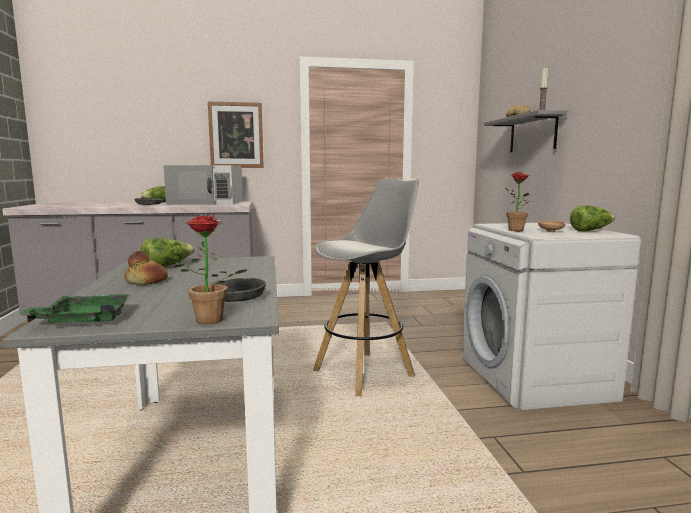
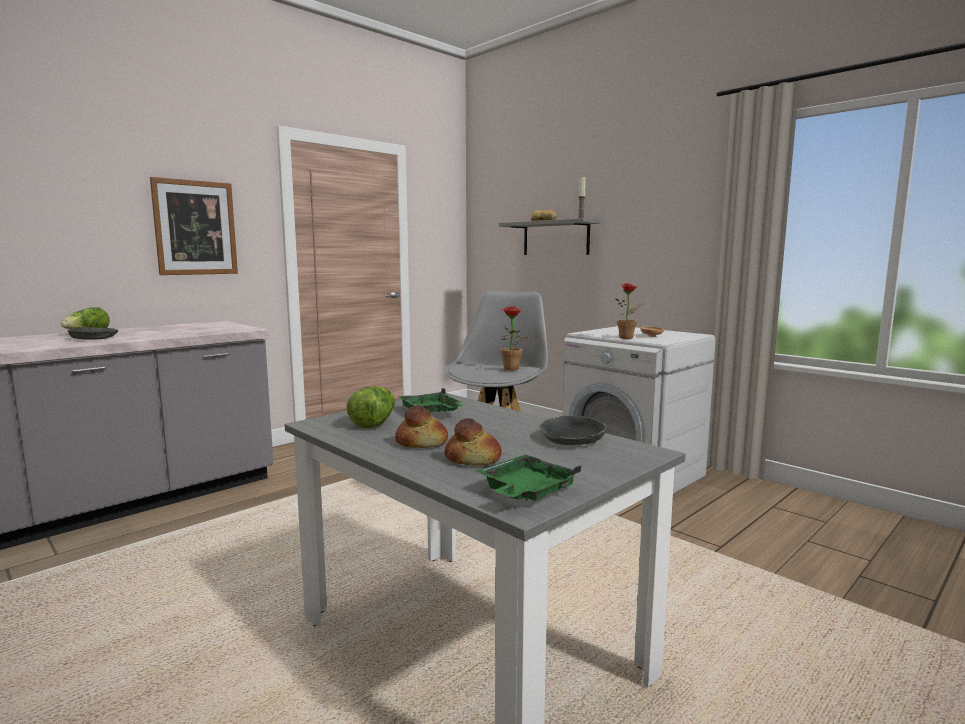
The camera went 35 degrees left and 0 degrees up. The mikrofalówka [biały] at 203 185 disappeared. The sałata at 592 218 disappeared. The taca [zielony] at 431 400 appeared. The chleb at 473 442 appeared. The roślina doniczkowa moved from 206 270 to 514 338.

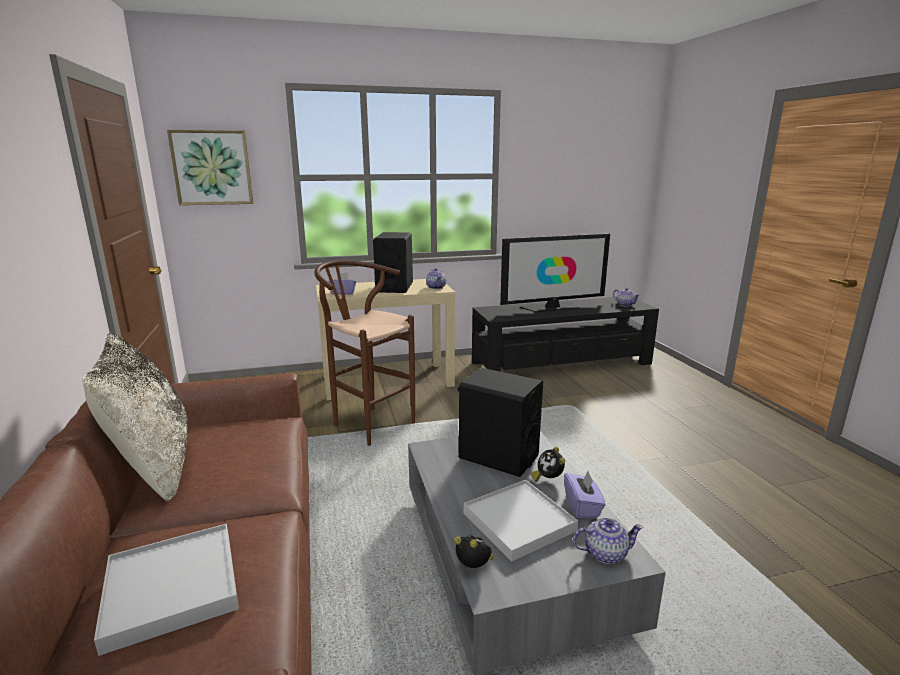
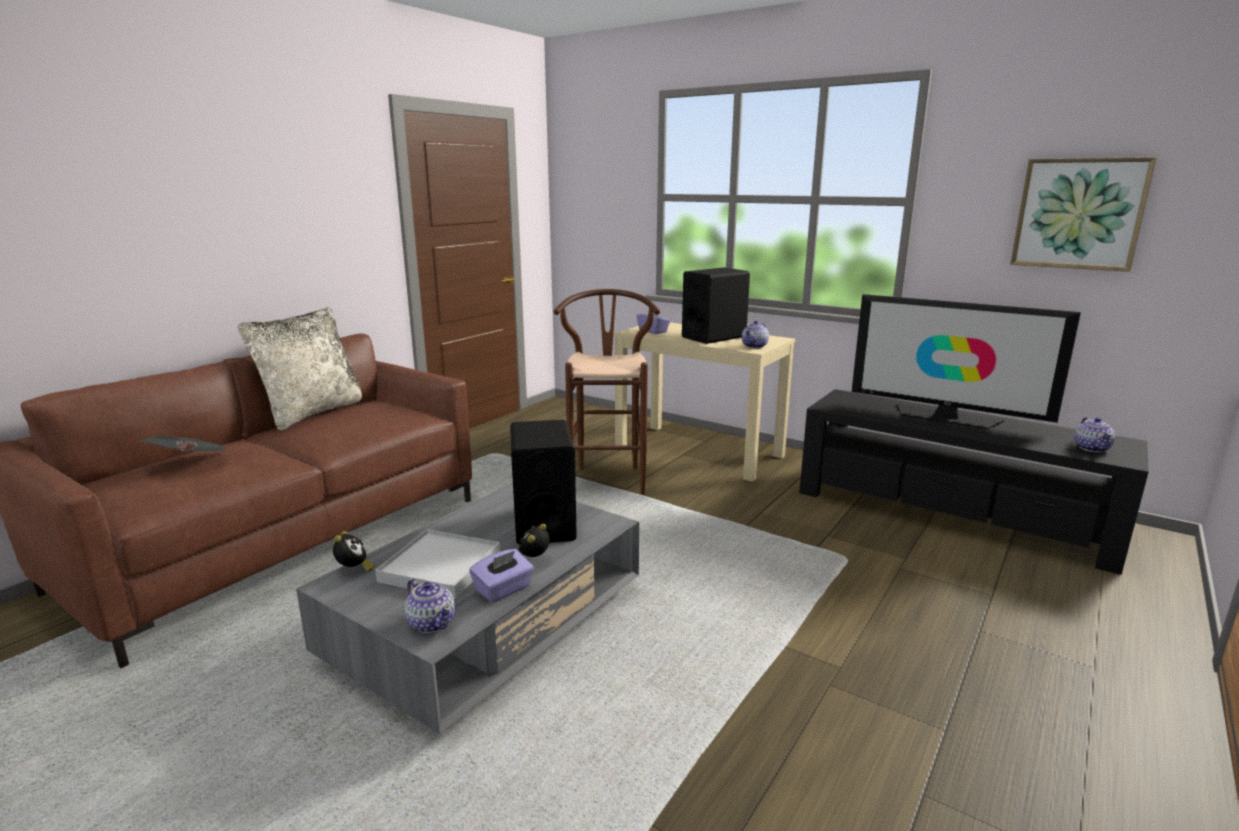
The camera went 50 degrees right and 0 degrees up. The obraz moved from 210 167 to 1083 214. The taca [biały] at 166 590 was replaced by the gazeta at 183 444.

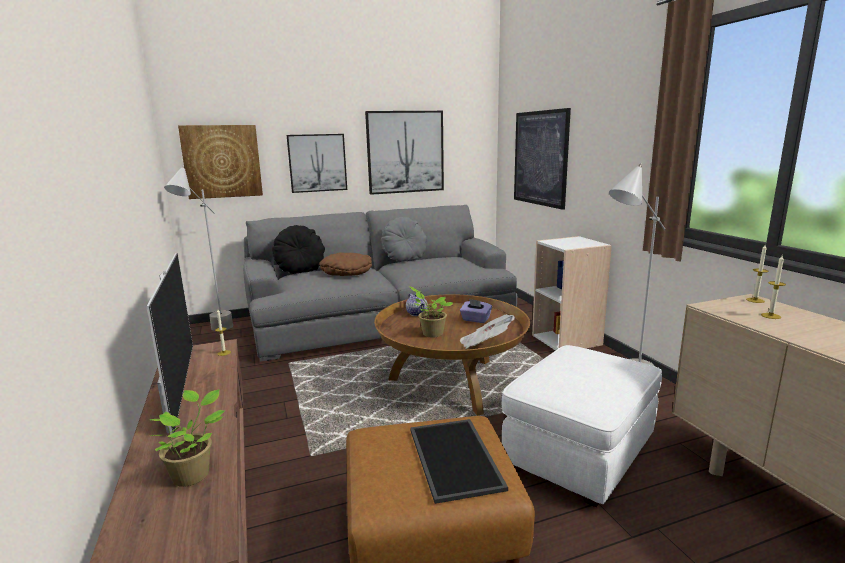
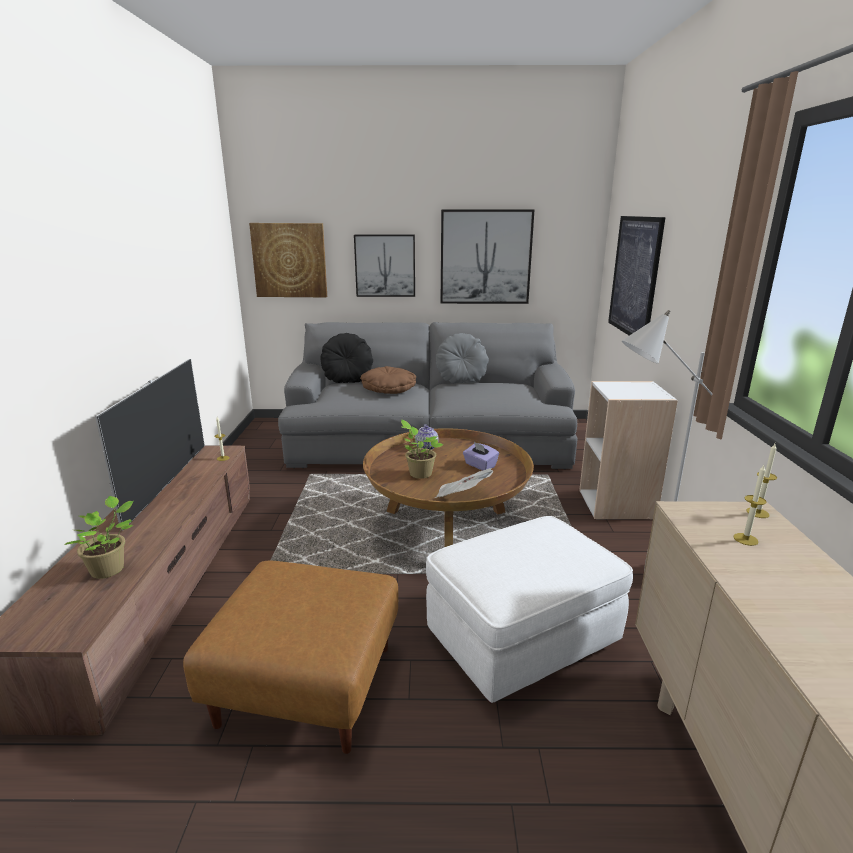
The camera went 20 degrees right and 5 degrees up. The lampa stojąca [szary] at 198 248 disappeared. The taca at 459 461 disappeared.

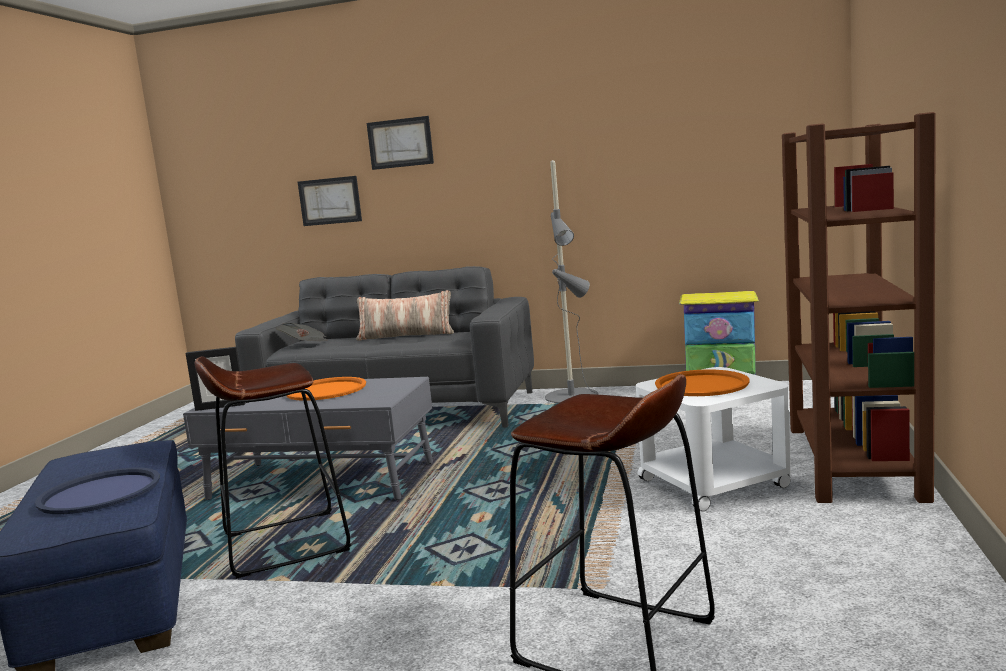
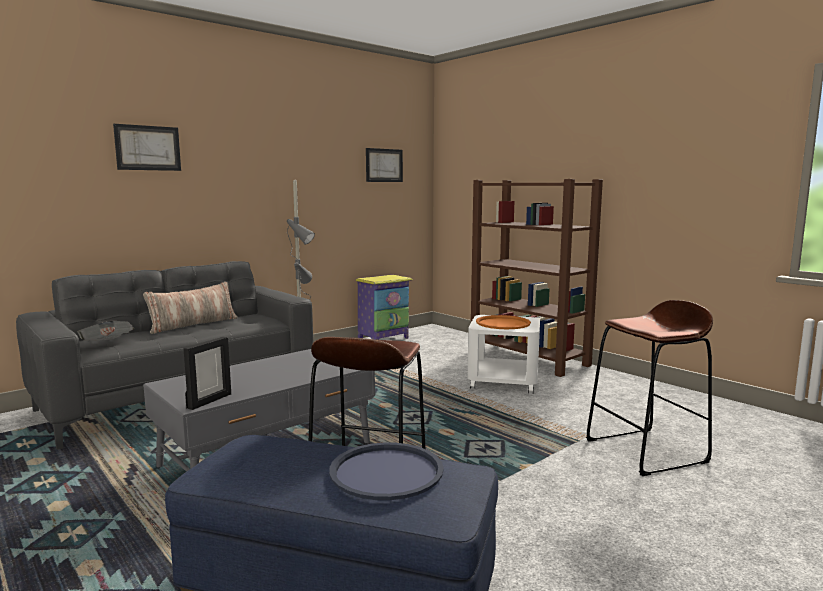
The camera went 55 degrees left and 0 degrees up. The taca [pomarańczowy] at 326 389 disappeared. The obraz moved from 330 201 to 384 165.

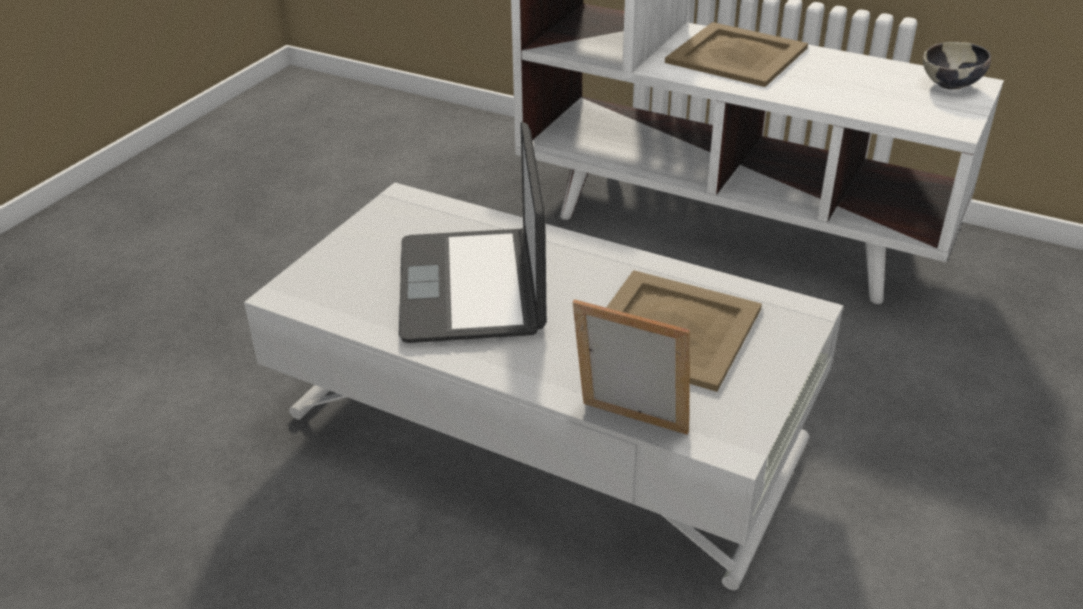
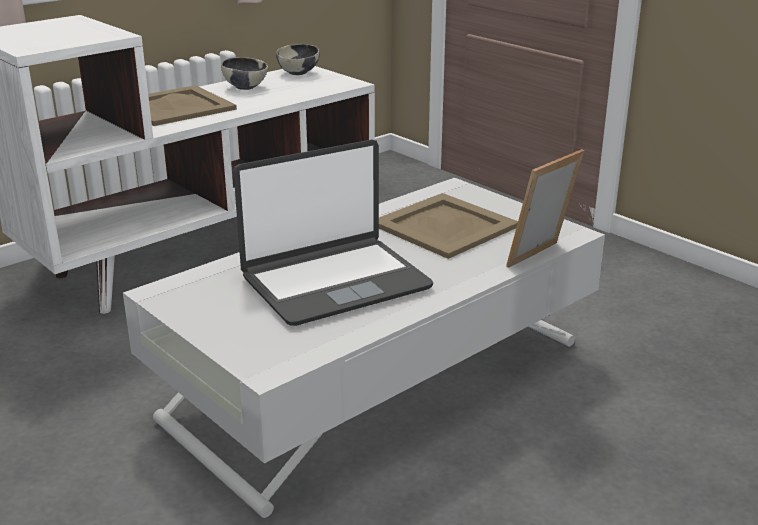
The camera went 70 degrees left and 10 degrees down. The miska at 244 73 appeared. The laptop at 473 232 turned 45 degrees counterclockwise.

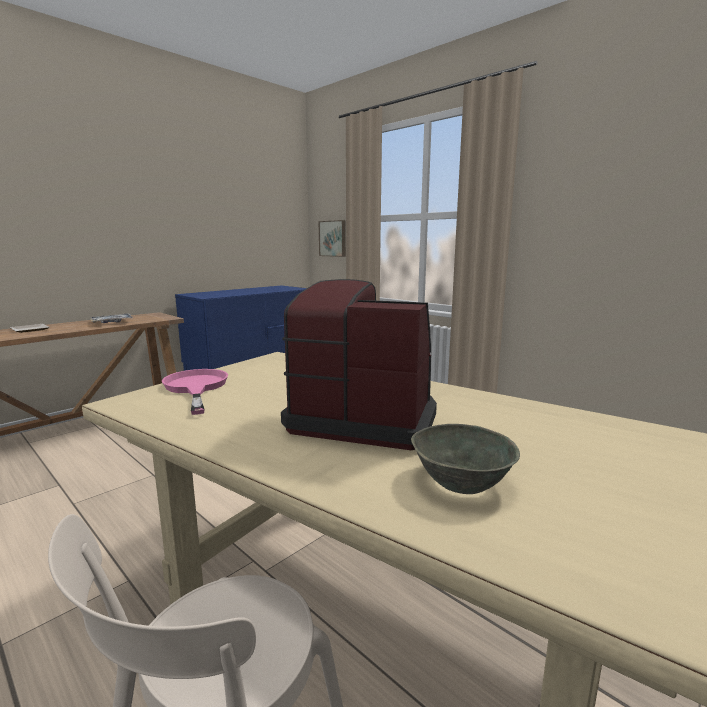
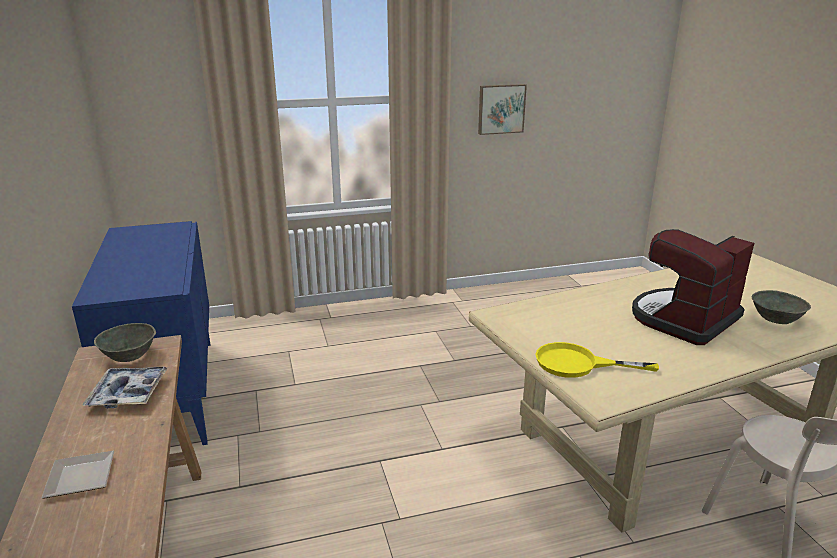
The camera went 60 degrees left and 10 degrees up. The miska [szary] at 125 342 appeared. The obraz moved from 332 238 to 502 109. The patelnia [różowy] at 195 392 became the patelnia [żółty] at 597 360.

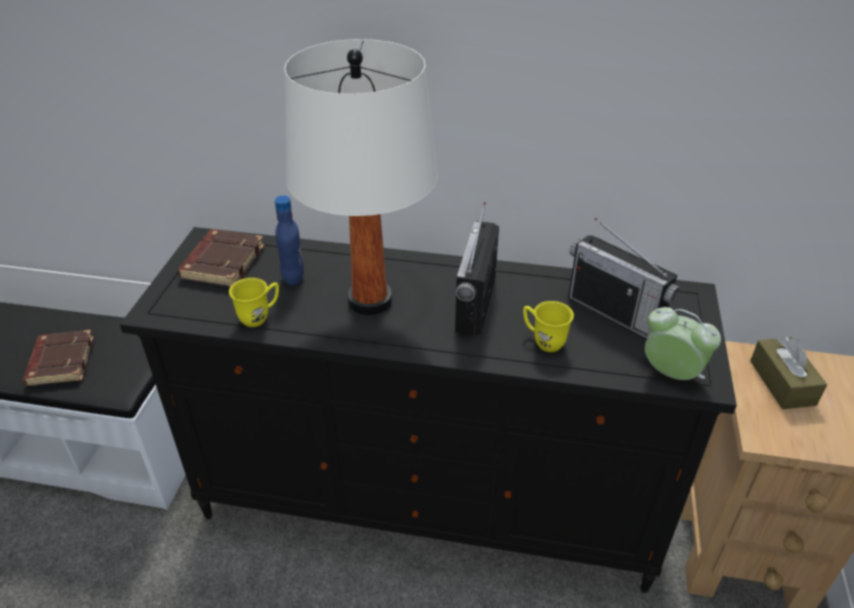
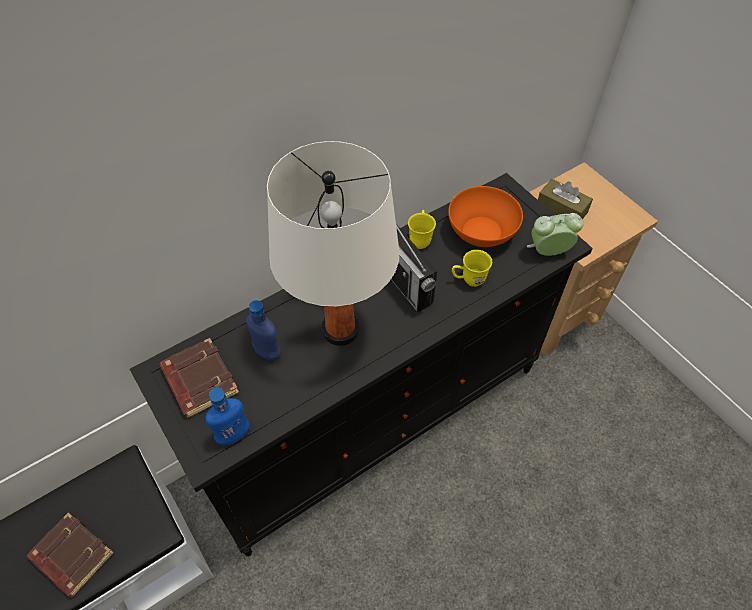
The camera went 45 degrees left and 15 degrees up. The butelka [niebieski] at 228 416 appeared. The kubek [żółty] moved from 254 302 to 422 229. The radio at 624 278 was replaced by the miska [pomarańczowy] at 485 216.

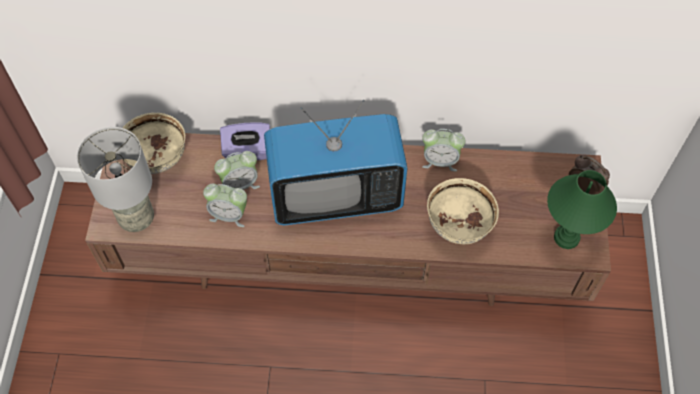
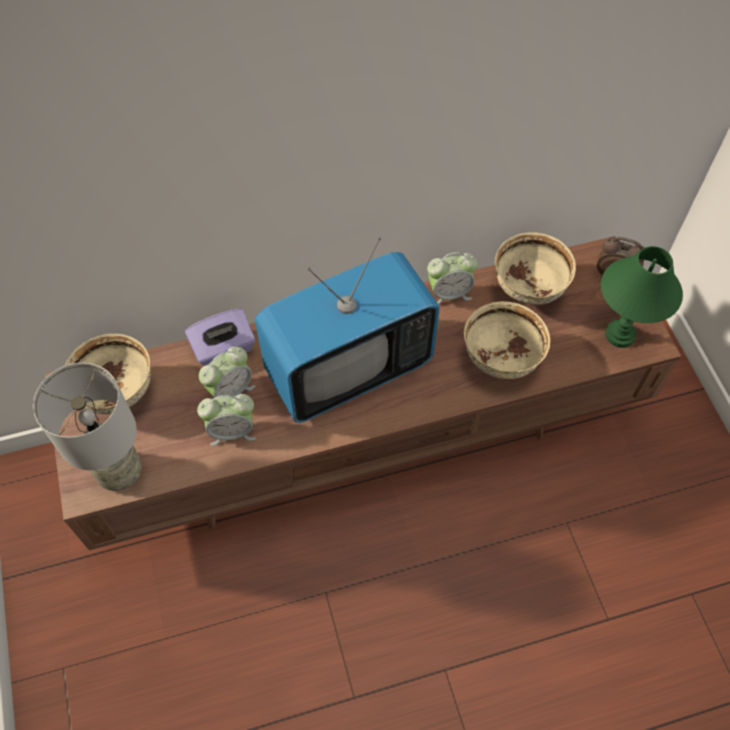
The camera went 20 degrees left and 0 degrees up. The miska [beżowy] at 535 268 appeared.

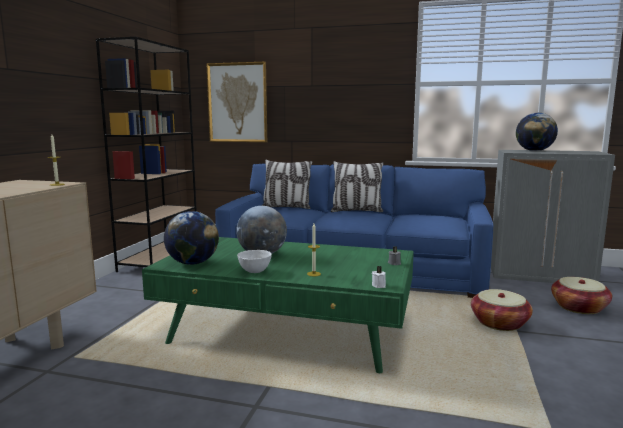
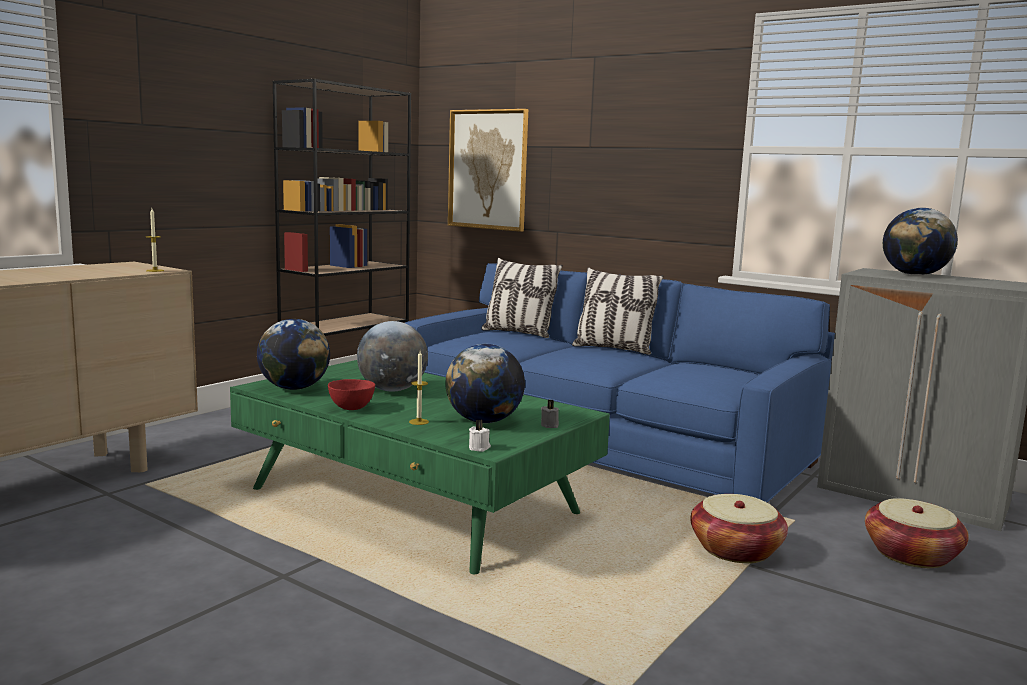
The camera went 20 degrees right and 0 degrees up. The globus at 485 383 appeared. The miska [biały] at 254 261 became the miska [czerwony] at 351 394.

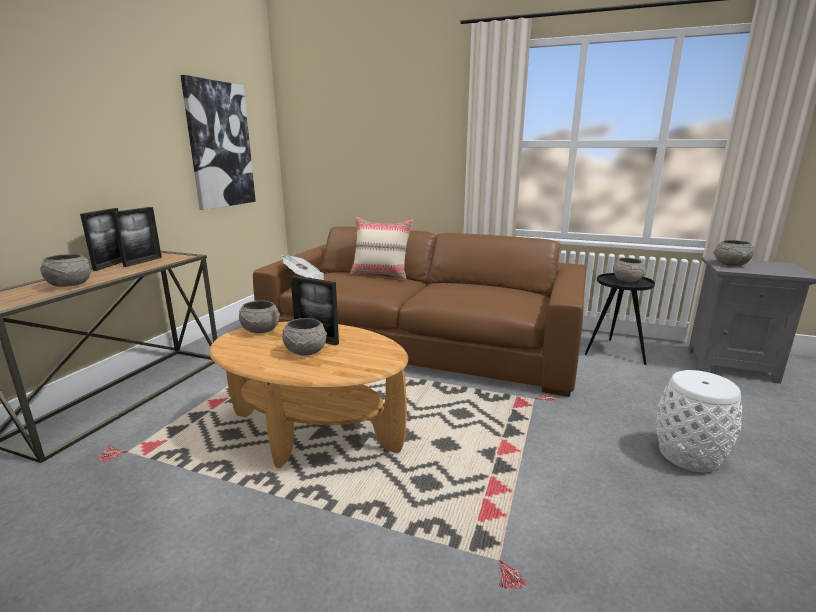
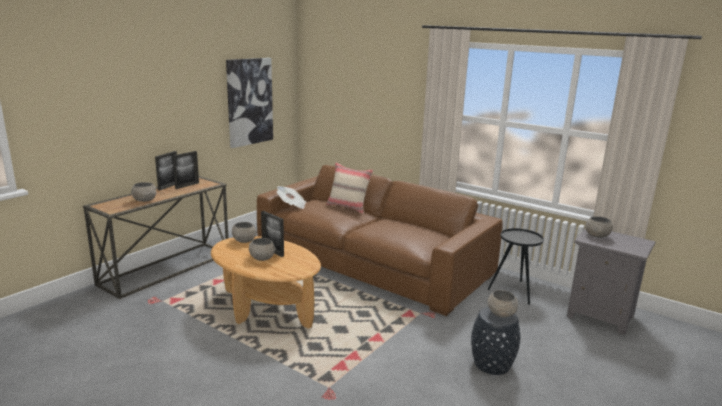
The camera went 15 degrees right and 0 degrees up. The miska [szary] moved from 629 270 to 503 304. The stołek [biały] at 699 421 became the stołek [czarny] at 495 341.

